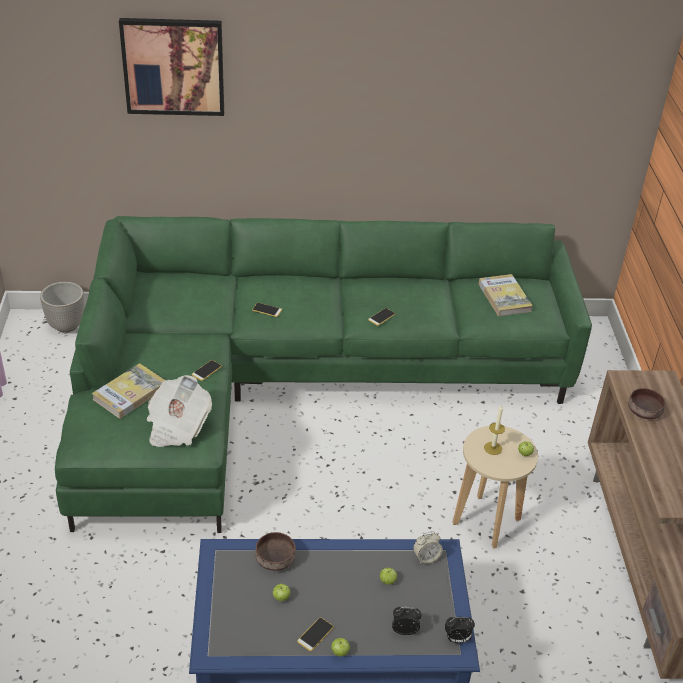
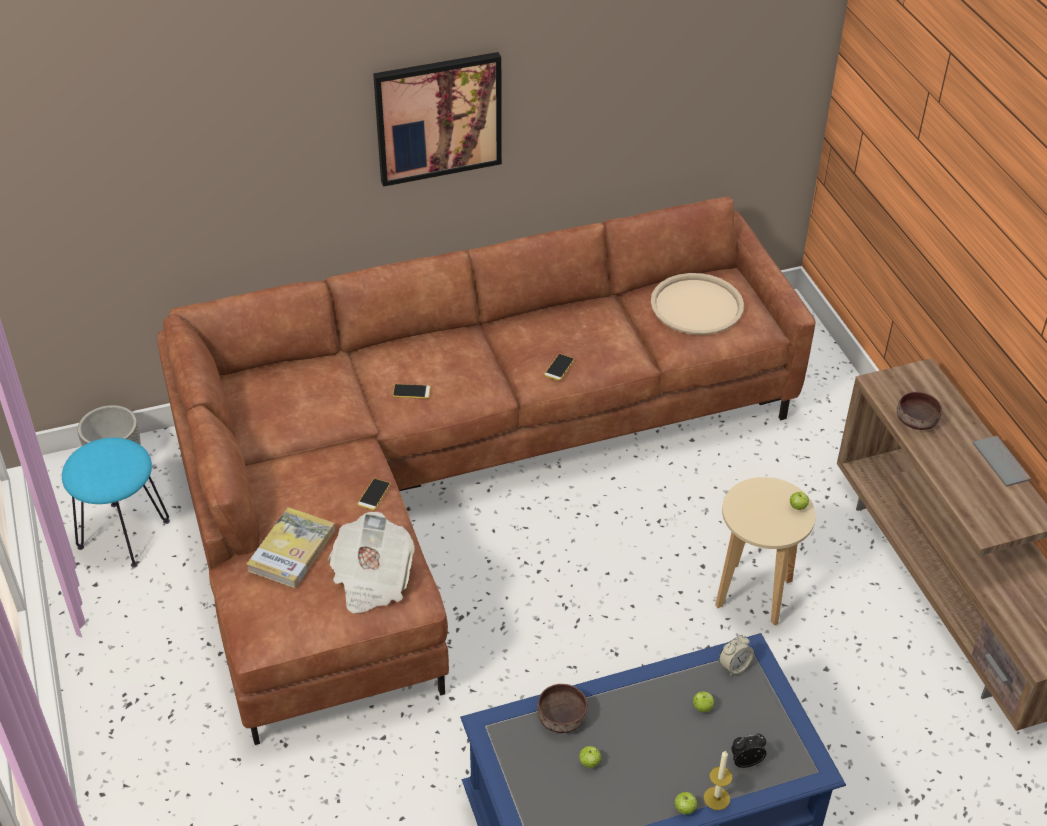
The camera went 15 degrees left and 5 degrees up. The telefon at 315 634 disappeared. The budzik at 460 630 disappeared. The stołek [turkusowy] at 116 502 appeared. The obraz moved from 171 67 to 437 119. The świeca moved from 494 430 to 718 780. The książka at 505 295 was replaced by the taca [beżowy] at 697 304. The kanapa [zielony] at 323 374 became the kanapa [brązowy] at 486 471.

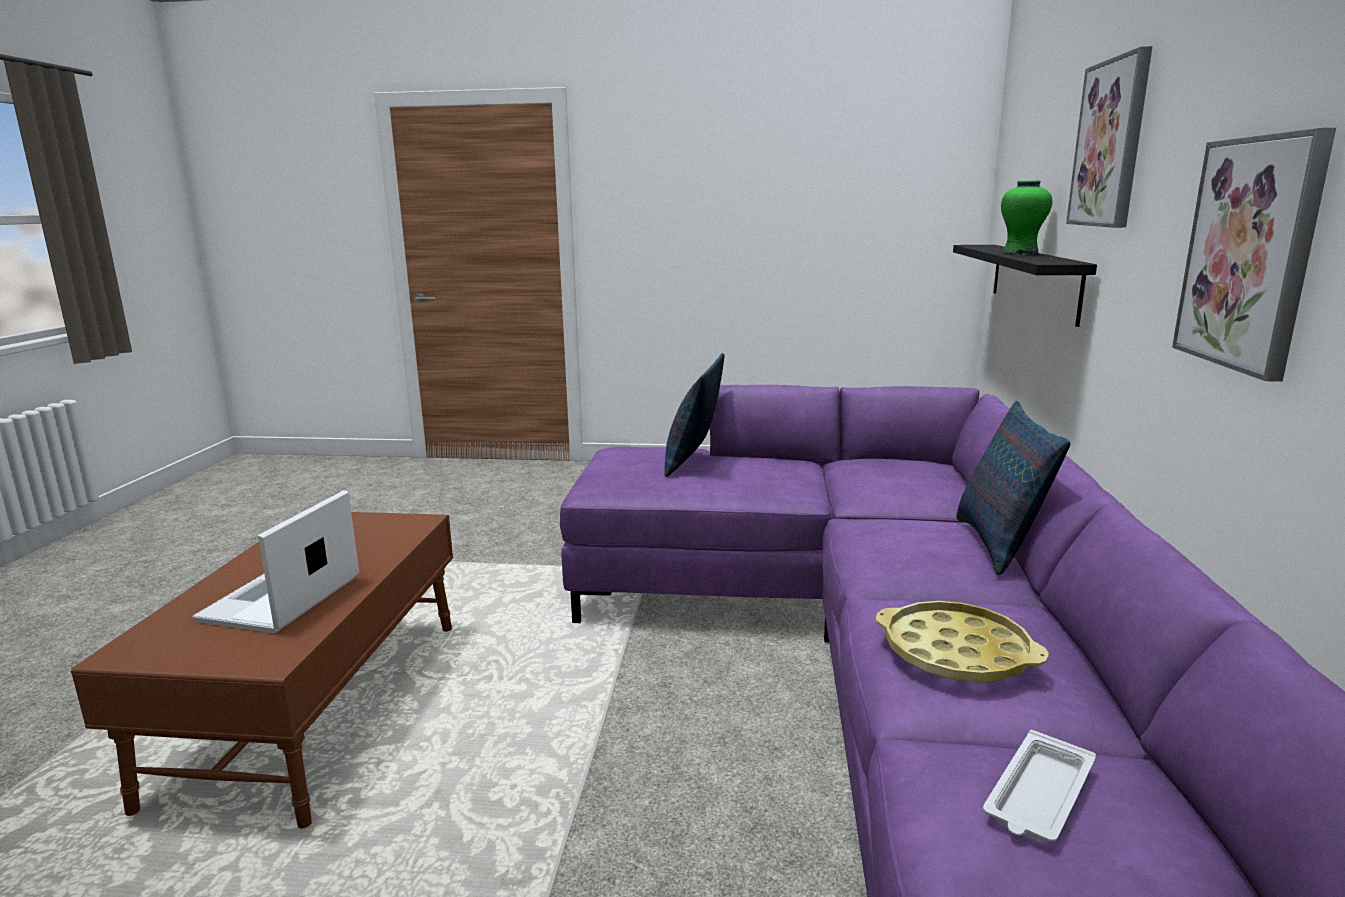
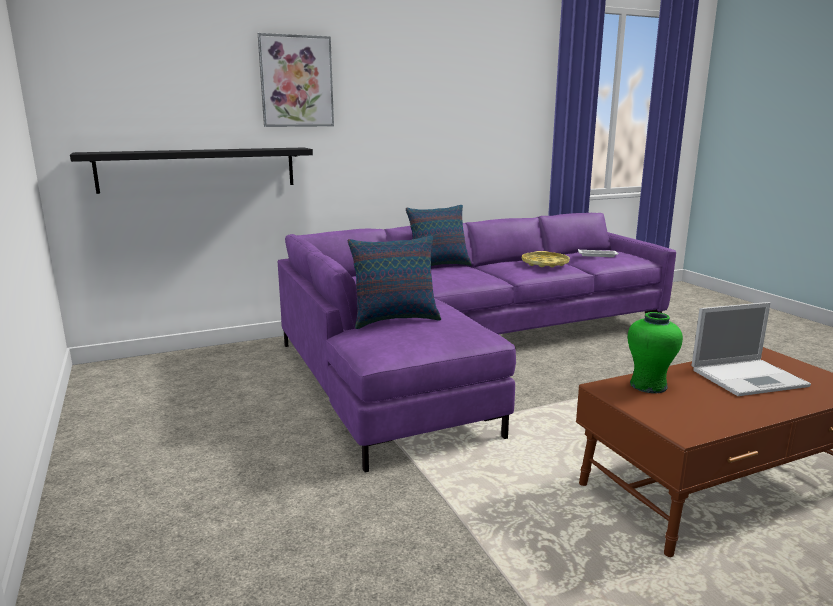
The camera went 120 degrees left and 0 degrees up. The obraz at 1254 255 disappeared. The wazon [zielony] moved from 1026 217 to 655 352.

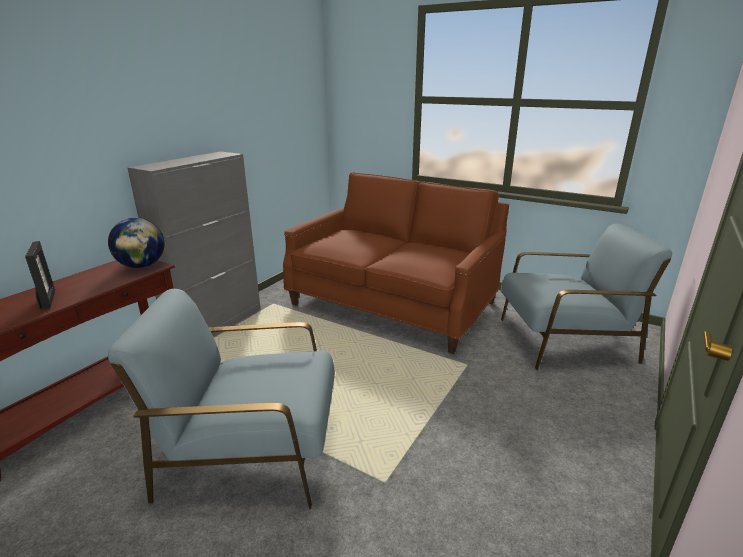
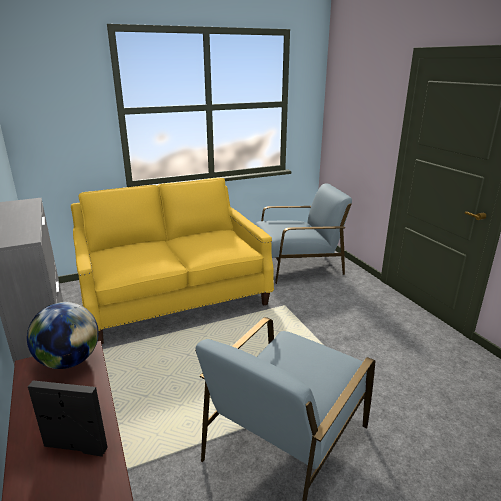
The camera went 55 degrees left and 0 degrees up. The kanapa [brązowy] at 396 263 became the kanapa [żółty] at 172 261. The fotel [niebieski] at 586 297 turned 45 degrees clockwise.

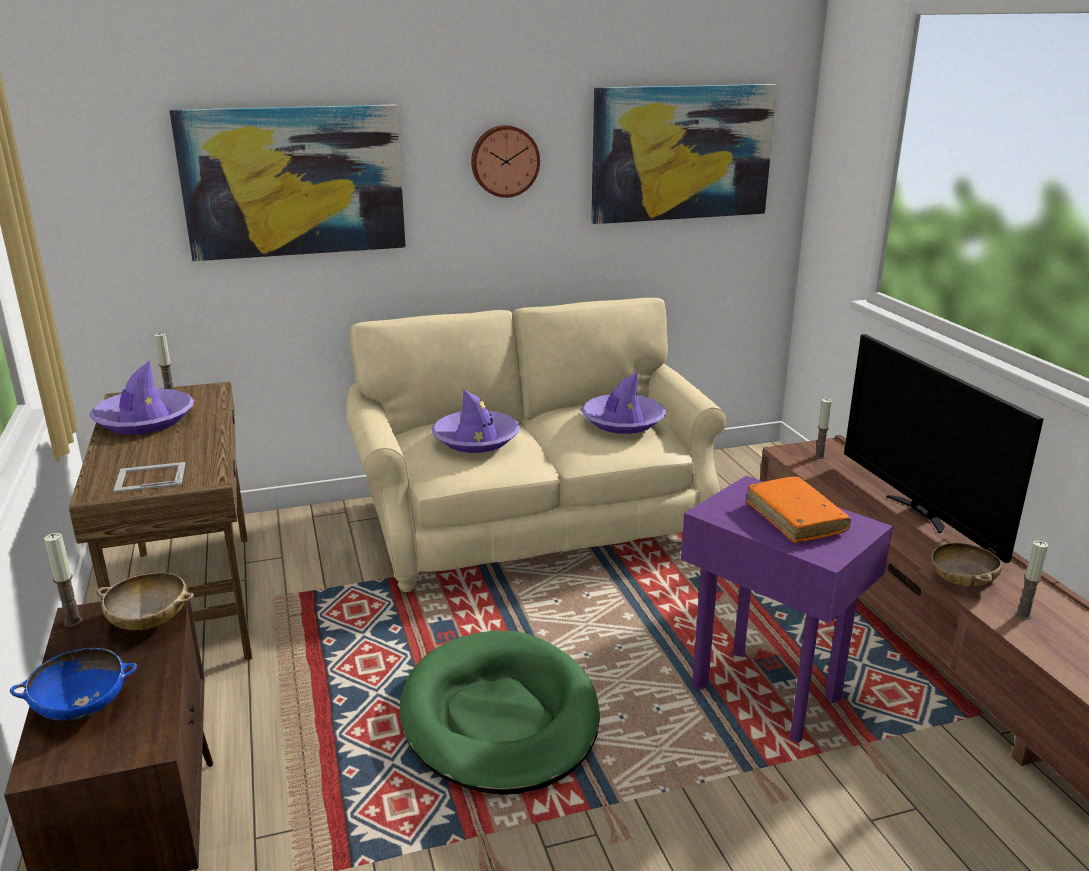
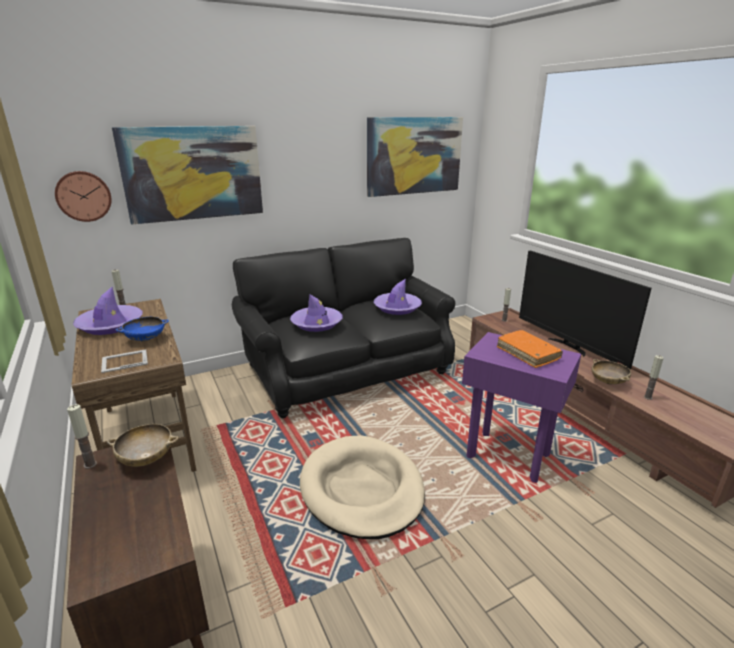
The camera went 10 degrees left and 0 degrees up. The miska [niebieski] moved from 73 684 to 142 329. The zegar ścienny moved from 505 161 to 83 196. The kanapa [beżowy] at 536 445 became the kanapa [czarny] at 343 328. The legowisko [zielony] at 500 712 became the legowisko [beżowy] at 362 487.

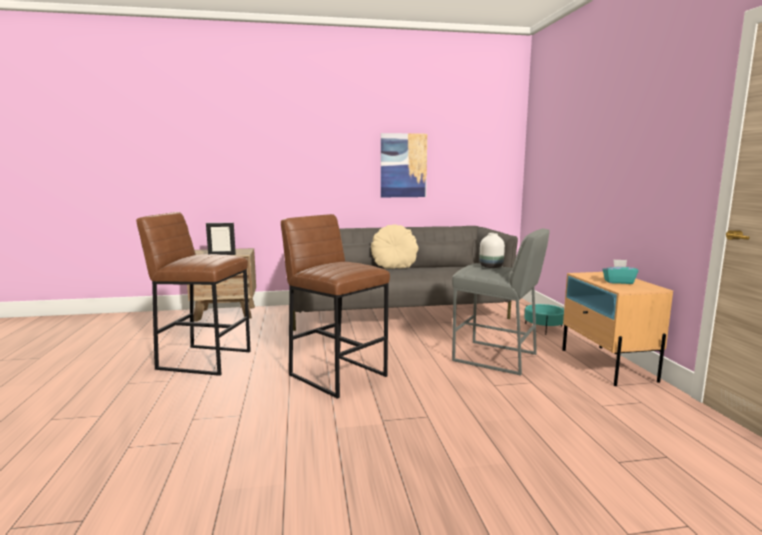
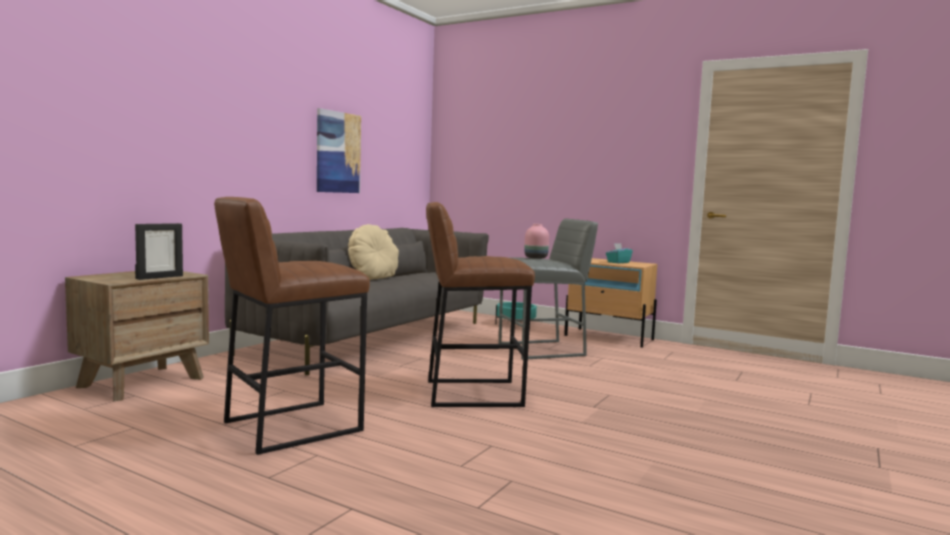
The camera went 50 degrees left and 5 degrees down. The wazon [biały] at 492 250 became the wazon [różowy] at 536 241.

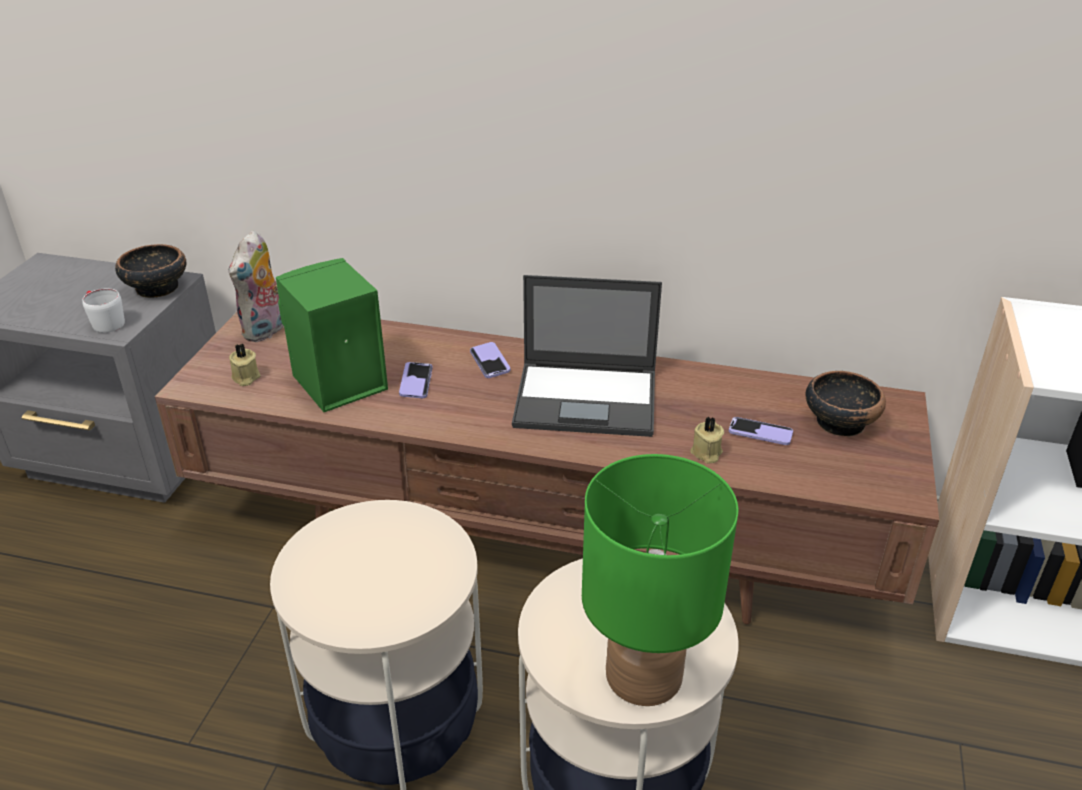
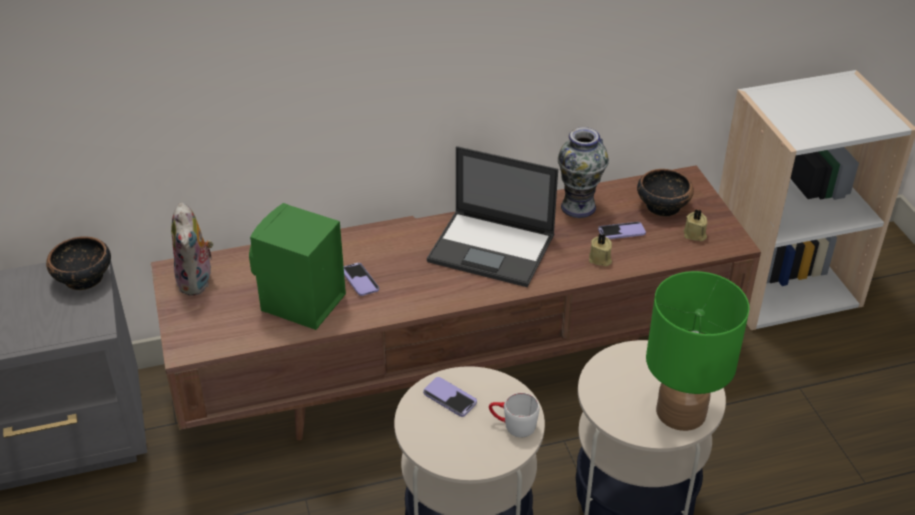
The camera went 30 degrees left and 5 degrees up. The wazon at 583 172 appeared. The kubek [biały] moved from 103 310 to 514 415. The świeca [beżowy] moved from 245 365 to 695 225. The telefon moved from 490 360 to 450 397. The laptop at 587 356 turned 45 degrees clockwise.

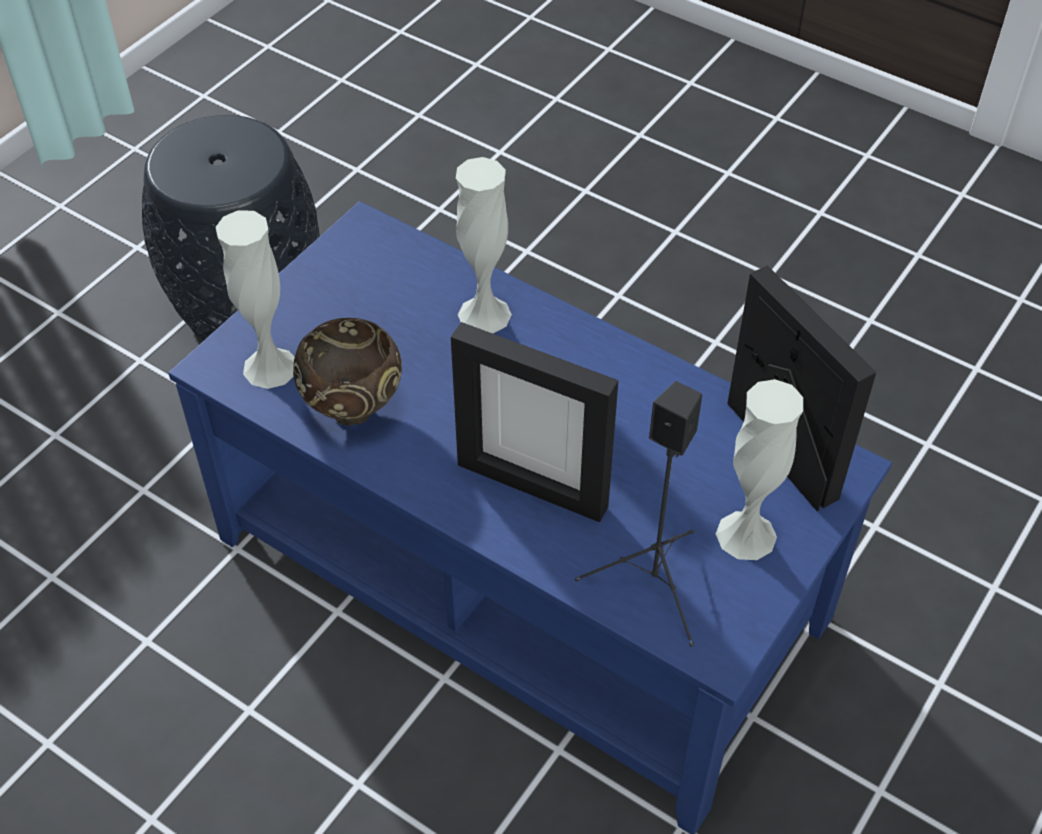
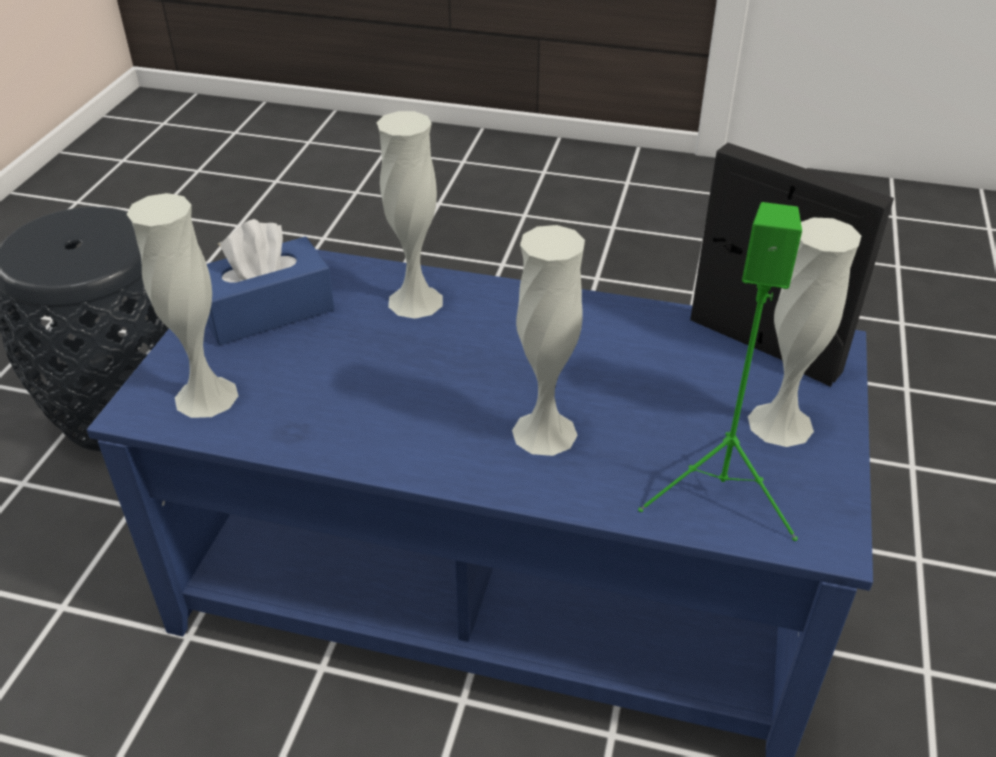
The camera went 20 degrees left and 10 degrees down. The miska [brązowy] at 347 371 disappeared. The pudełko chusteczek [niebieski] at 270 282 appeared. The ramka na zdjęcie at 535 422 was replaced by the wazon [biały] at 548 340. The głośnik [czarny] at 638 514 became the głośnik [zielony] at 720 371.

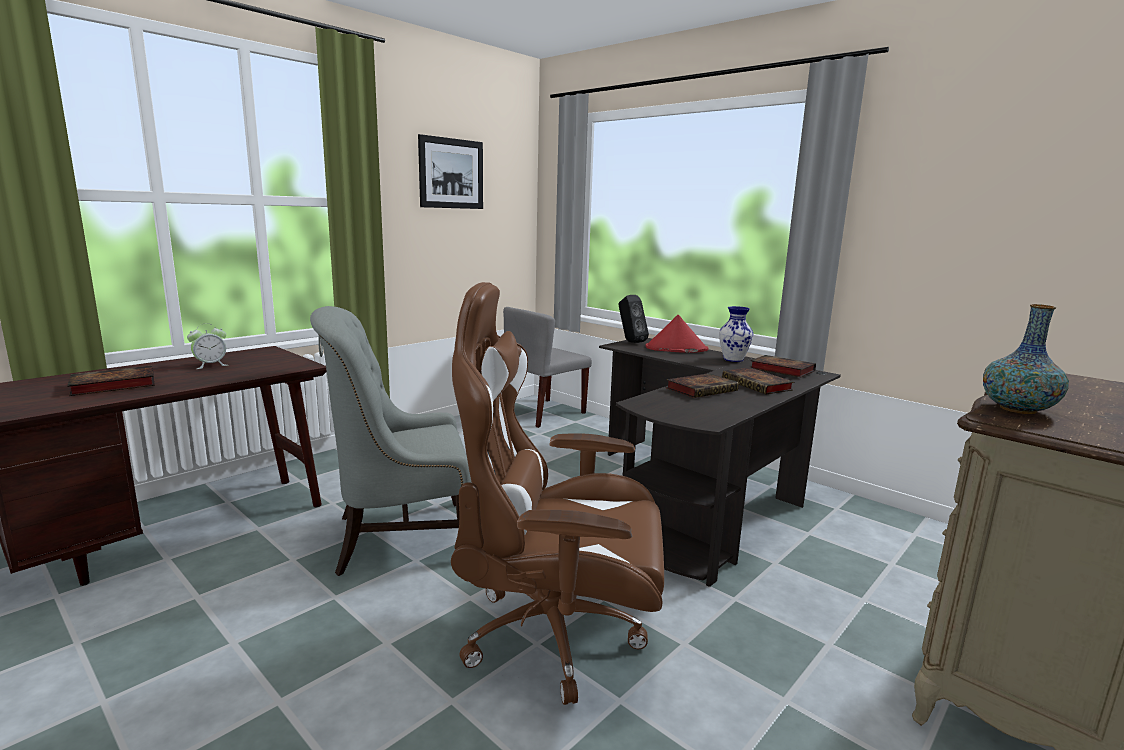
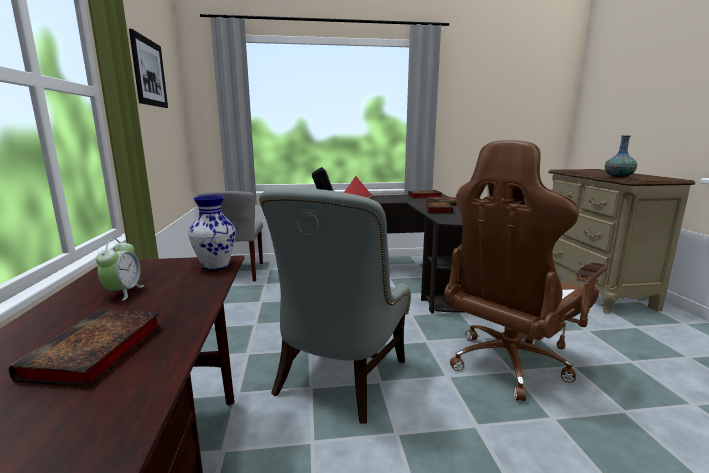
The camera went 50 degrees left and 0 degrees up. The wazon moved from 736 334 to 212 232.

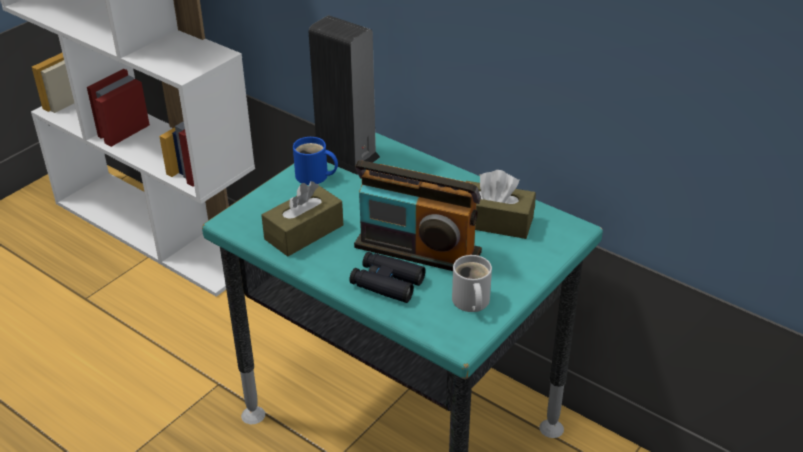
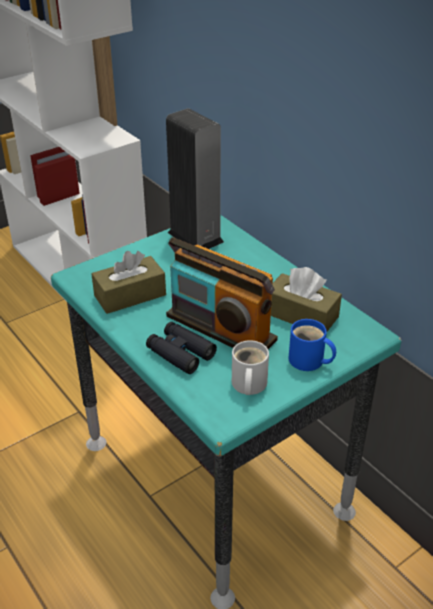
The camera went 15 degrees right and 0 degrees up. The kubek [niebieski] moved from 315 161 to 312 345.

